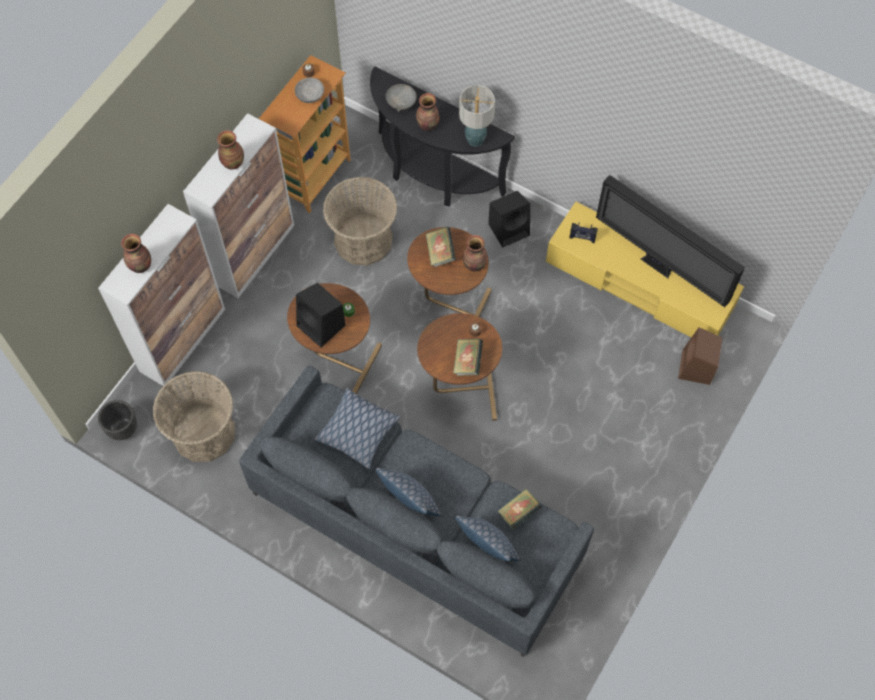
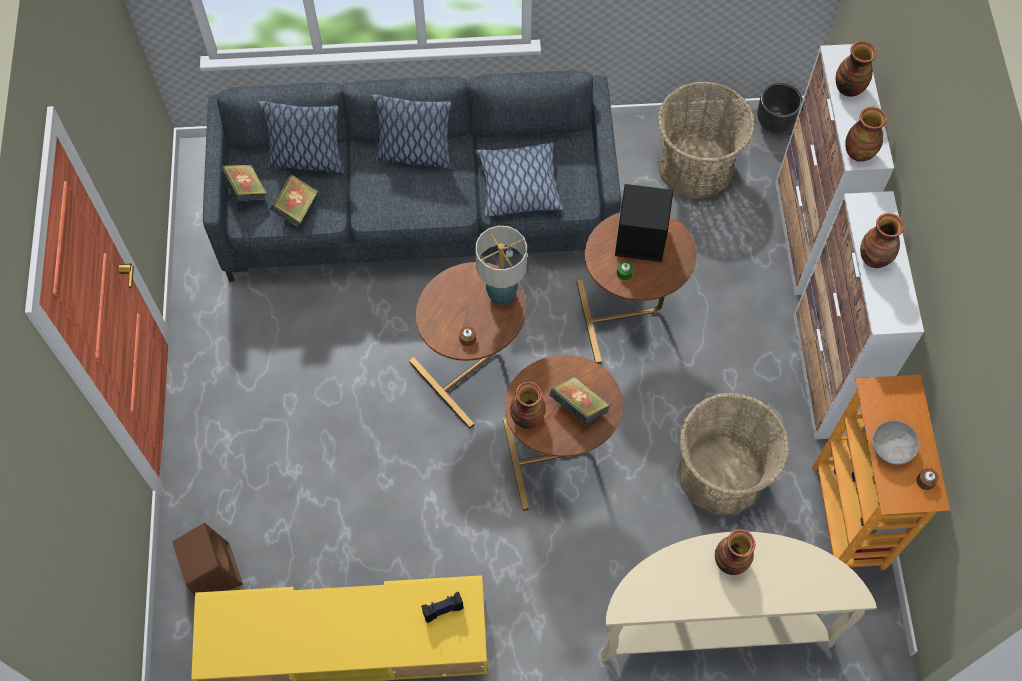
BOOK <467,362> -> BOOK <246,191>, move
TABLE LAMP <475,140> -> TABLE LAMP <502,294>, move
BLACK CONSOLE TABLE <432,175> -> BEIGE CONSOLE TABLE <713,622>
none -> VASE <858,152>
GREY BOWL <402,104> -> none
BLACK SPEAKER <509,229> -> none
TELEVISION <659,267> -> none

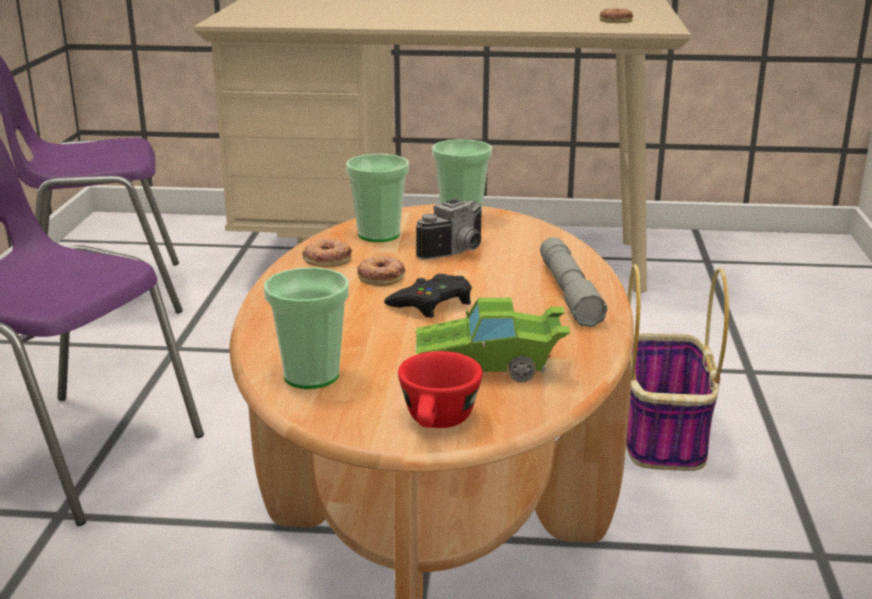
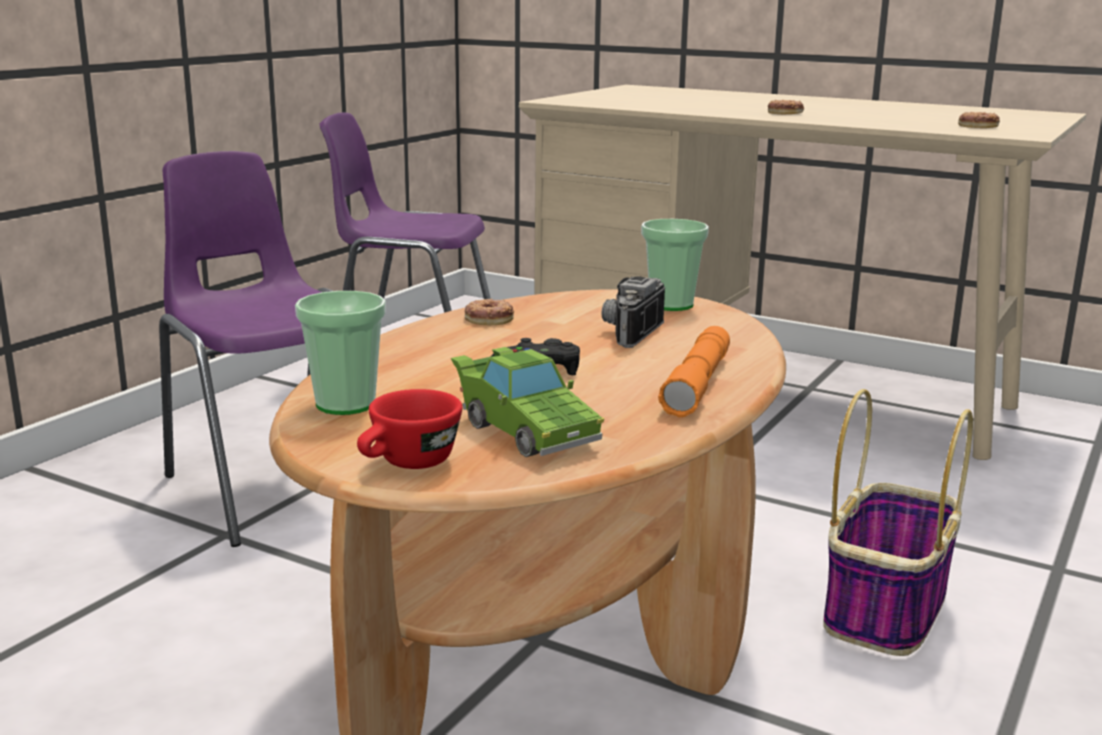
GREEN TOY CAR <489,367> -> GREEN TOY CAR <523,430>, 150 degrees counterclockwise
PHOTO CAMERA <459,252> -> PHOTO CAMERA <627,333>, 135 degrees clockwise
GREY FLASHLIGHT <569,292> -> ORANGE FLASHLIGHT <697,384>
DONUT <381,276> -> DONUT <785,112>, move
CUP <379,235> -> none

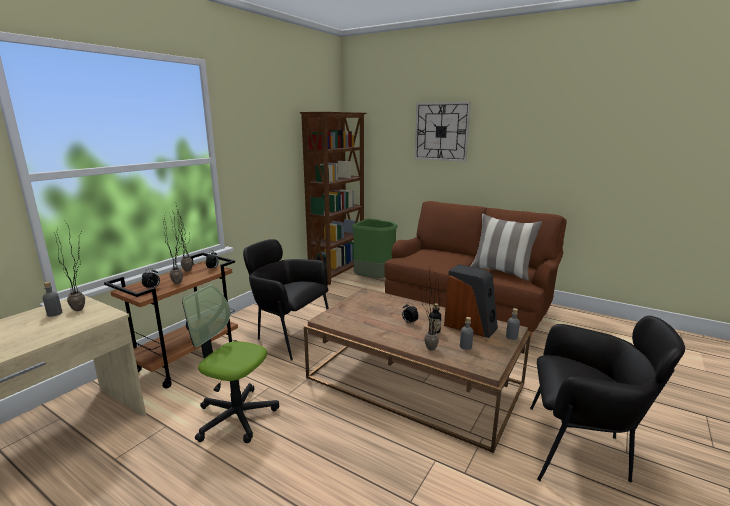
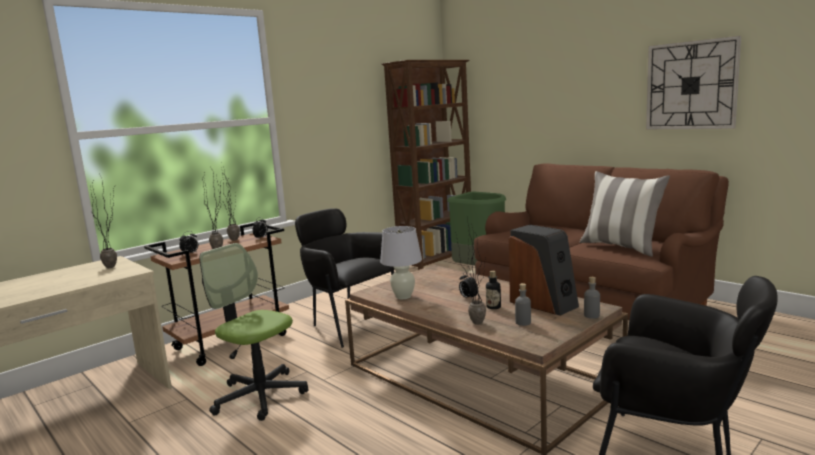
none -> WHITE TABLE LAMP <403,297>
WALL CLOCK <441,131> -> WALL CLOCK <691,85>, move
GREY BOTTLE <54,313> -> none

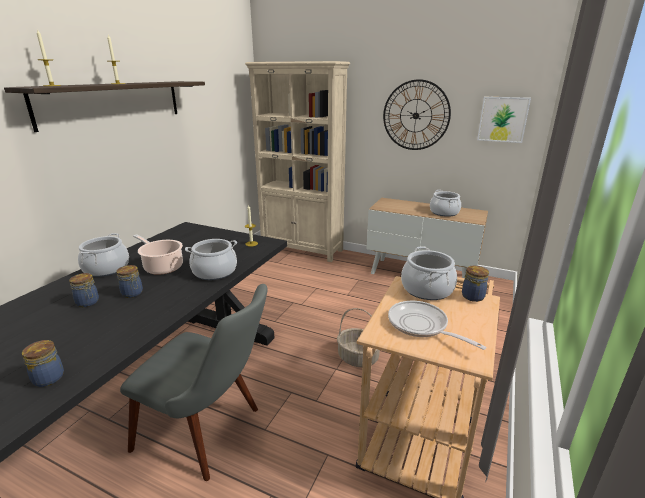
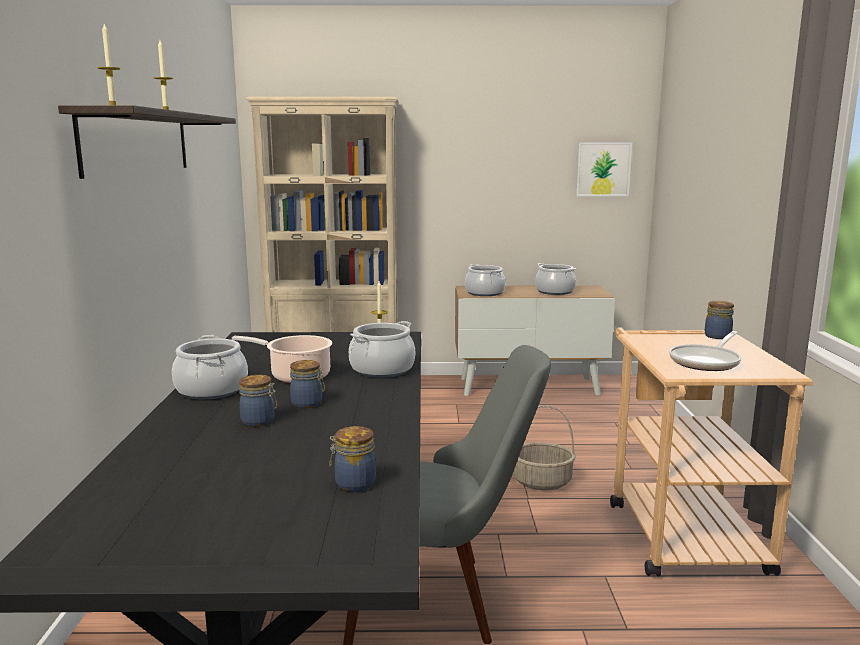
COOKING POT <427,289> -> COOKING POT <485,293>, move
FRYING PAN <421,326> -> FRYING PAN <707,362>, 75 degrees counterclockwise
WALL CLOCK <415,115> -> none

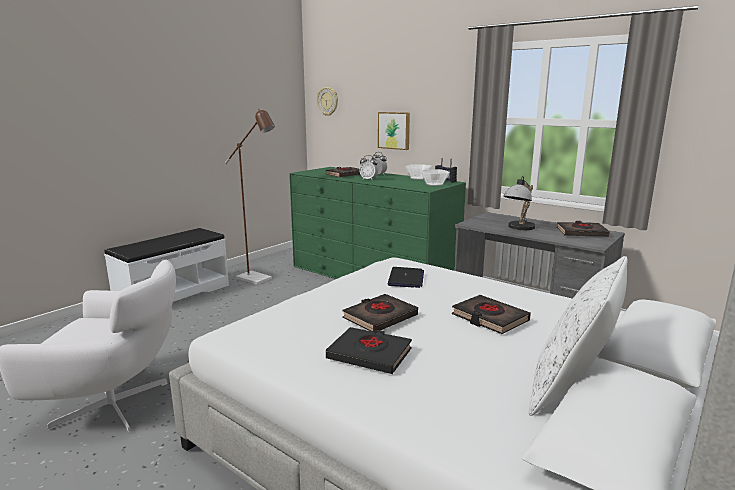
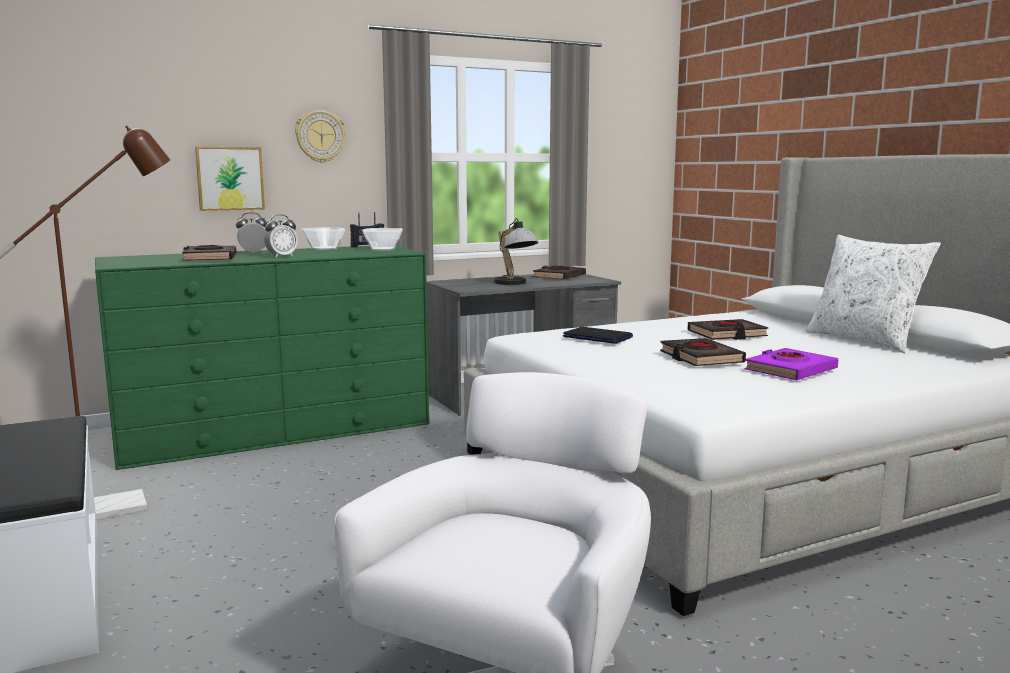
WALL CLOCK <328,101> -> WALL CLOCK <320,136>, move
BLACK BOOK <369,355> -> PURPLE BOOK <790,370>

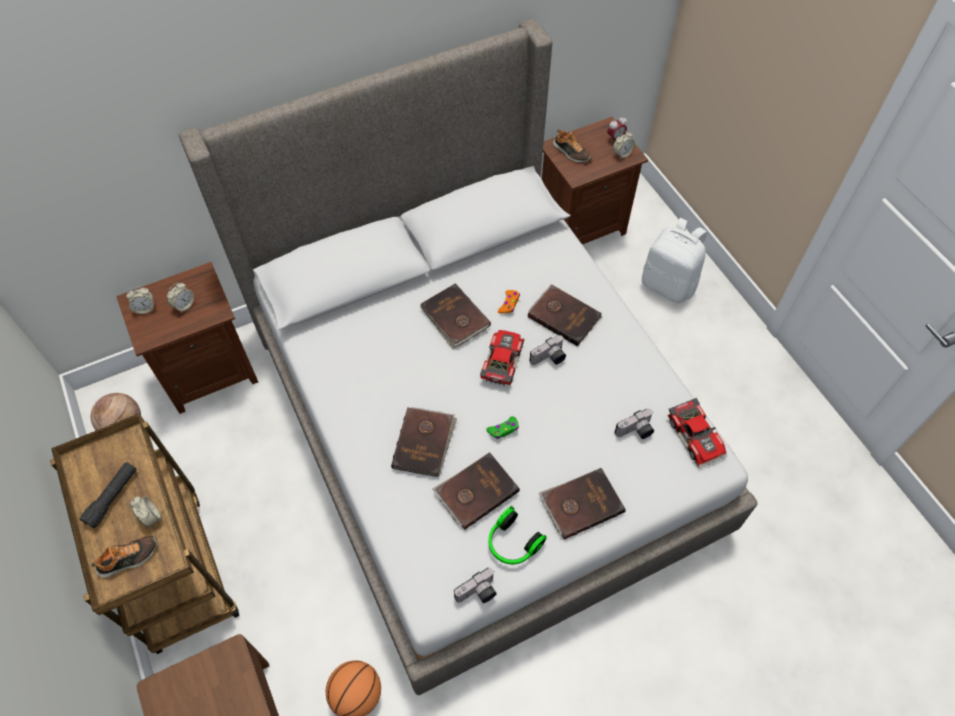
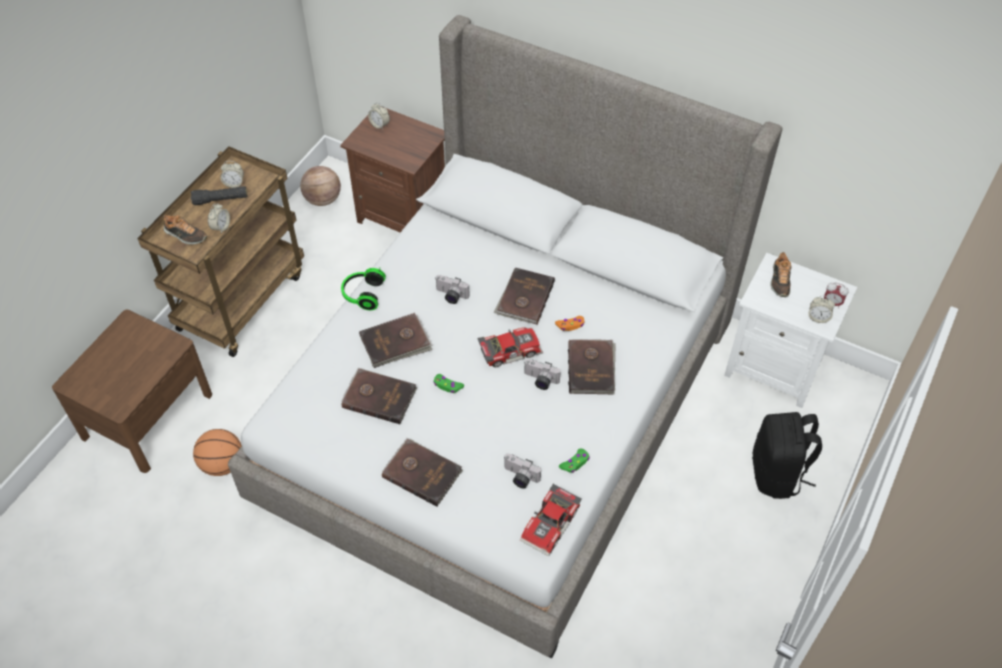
ALARM CLOCK <184,305> -> ALARM CLOCK <234,183>, move
HEADPHONES <512,544> -> HEADPHONES <362,294>, move
PHOTO CAMERA <477,594> -> PHOTO CAMERA <450,296>, move
none -> GREEN GAME CONTROLLER <575,463>
BROWN NIGHTSTAND <580,226> -> WHITE NIGHTSTAND <774,367>
WHITE BACKPACK <668,284> -> BLACK BACKPACK <777,474>

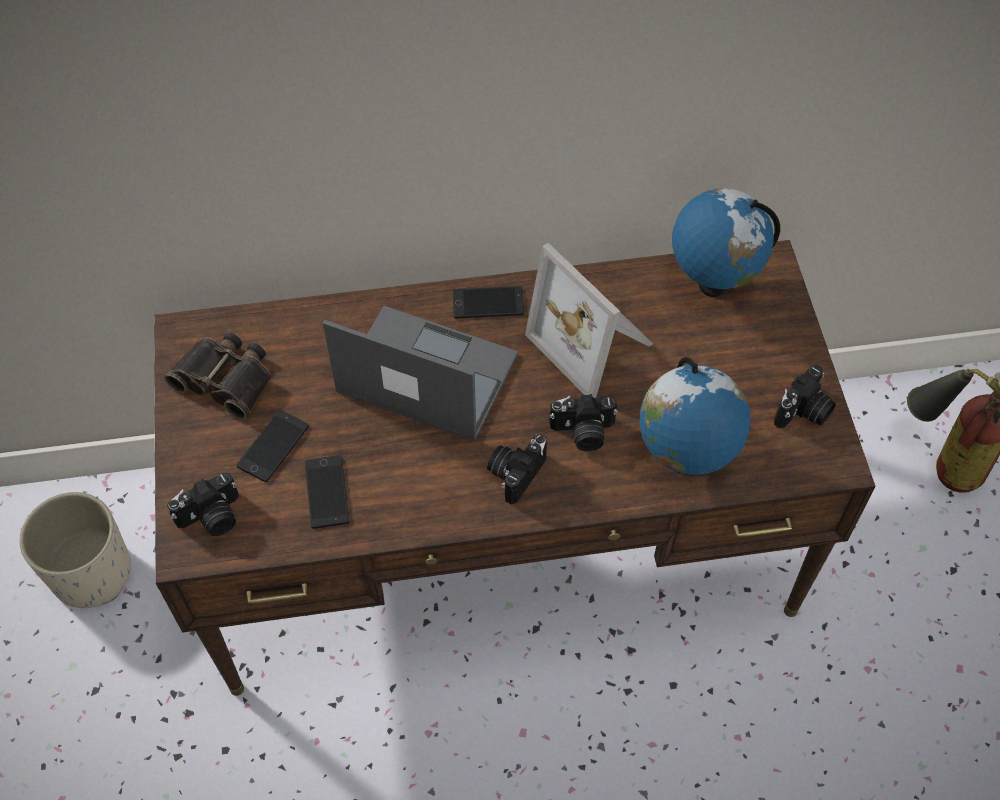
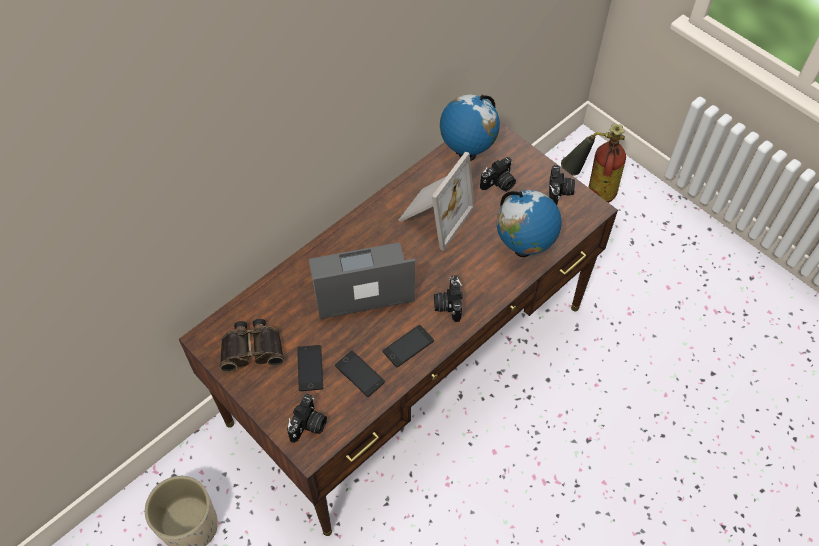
PHONE <488,303> -> PHONE <408,346>, move
PICTURE FRAME <594,342> -> PICTURE FRAME <433,215>, 75 degrees counterclockwise
PHOTO CAMERA <583,433> -> PHOTO CAMERA <499,184>, move

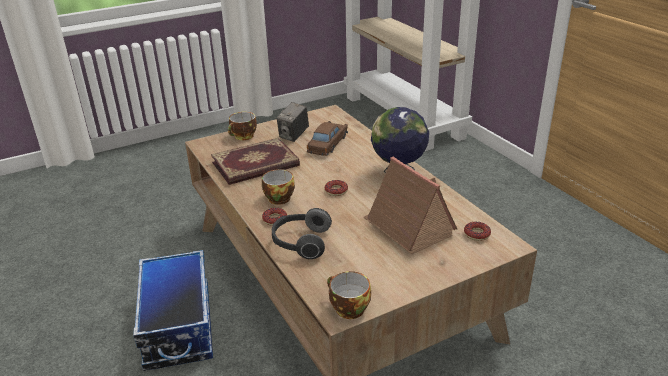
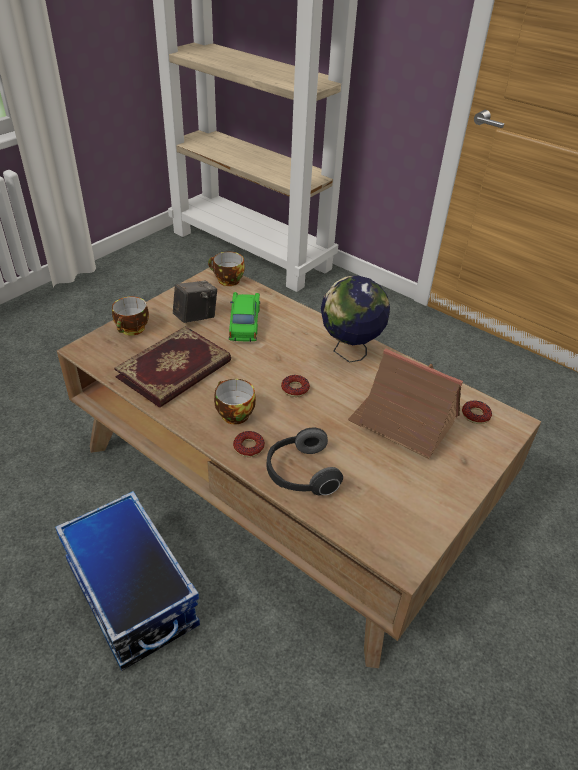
PHOTO CAMERA <294,136> -> PHOTO CAMERA <195,317>, 135 degrees counterclockwise
CUP <347,309> -> CUP <227,280>, move
BROWN TOY CAR <327,144> -> GREEN TOY CAR <244,323>

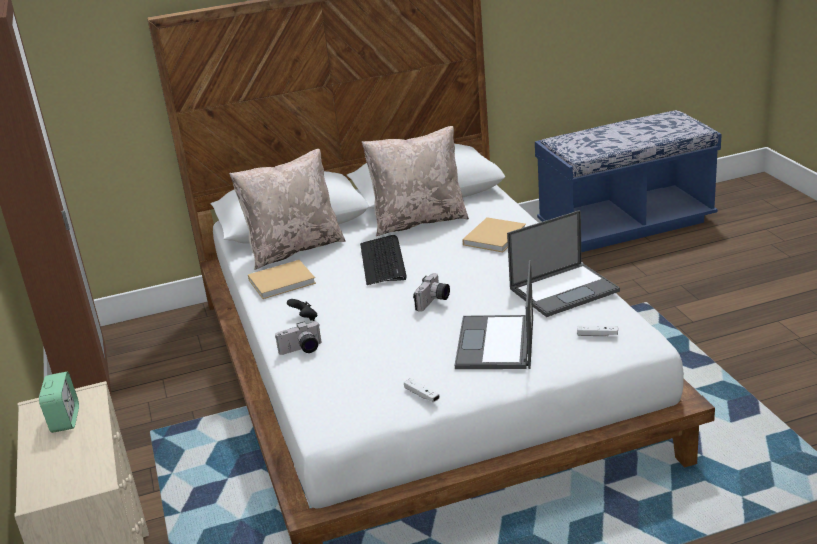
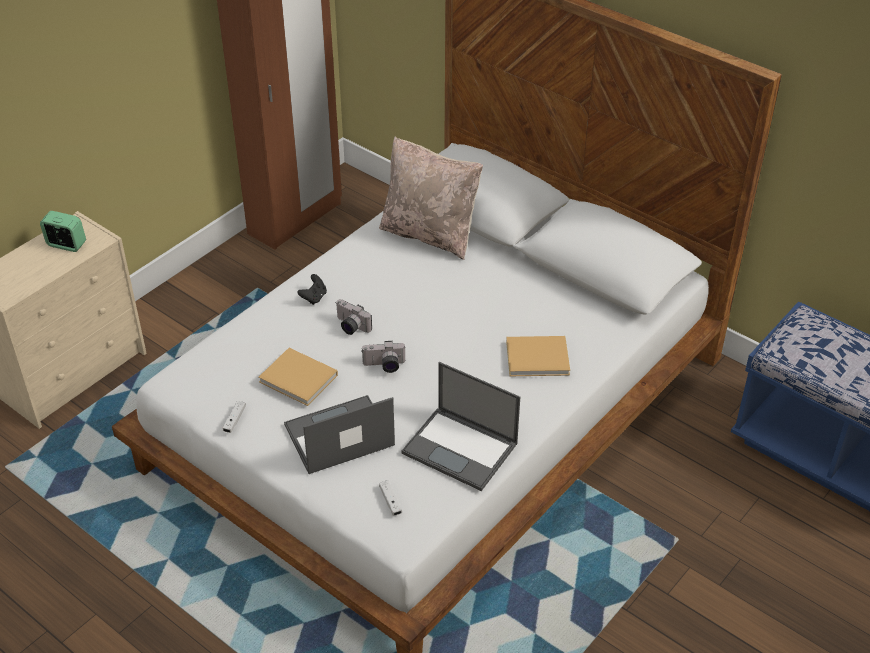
ALARM CLOCK <65,420> -> ALARM CLOCK <66,245>, 120 degrees counterclockwise
BEIGE BOOK <284,281> -> BEIGE BOOK <300,379>, move
PHOTO CAMERA <302,350> -> PHOTO CAMERA <350,326>, move
KEYBOARD <383,261> -> none
BEIGE PILLOW <419,221> -> none

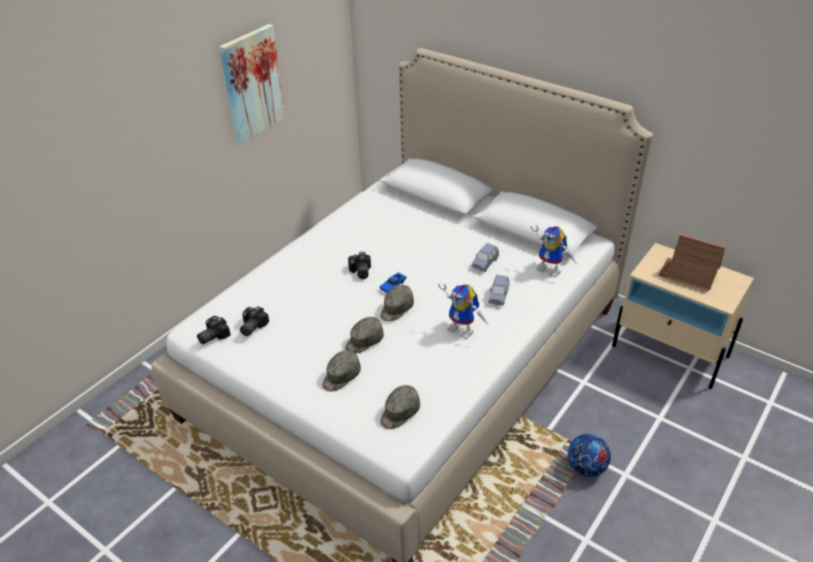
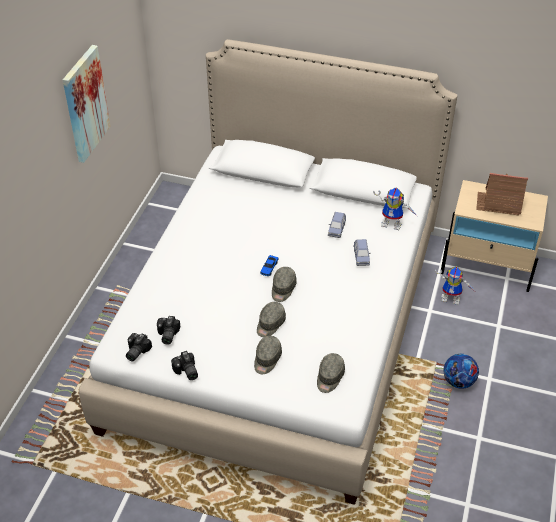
PHOTO CAMERA <360,272> -> PHOTO CAMERA <186,372>, move
TOY ROBOT <464,329> -> TOY ROBOT <452,298>, move

